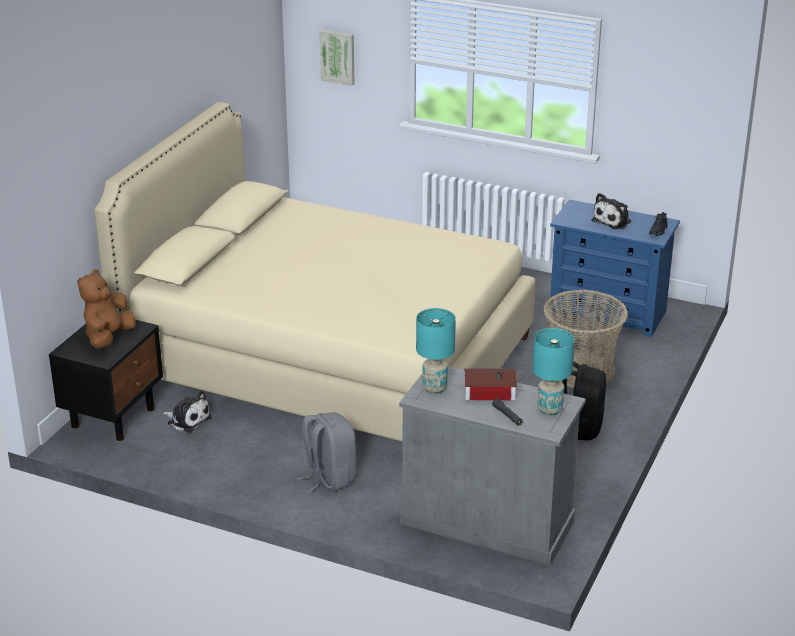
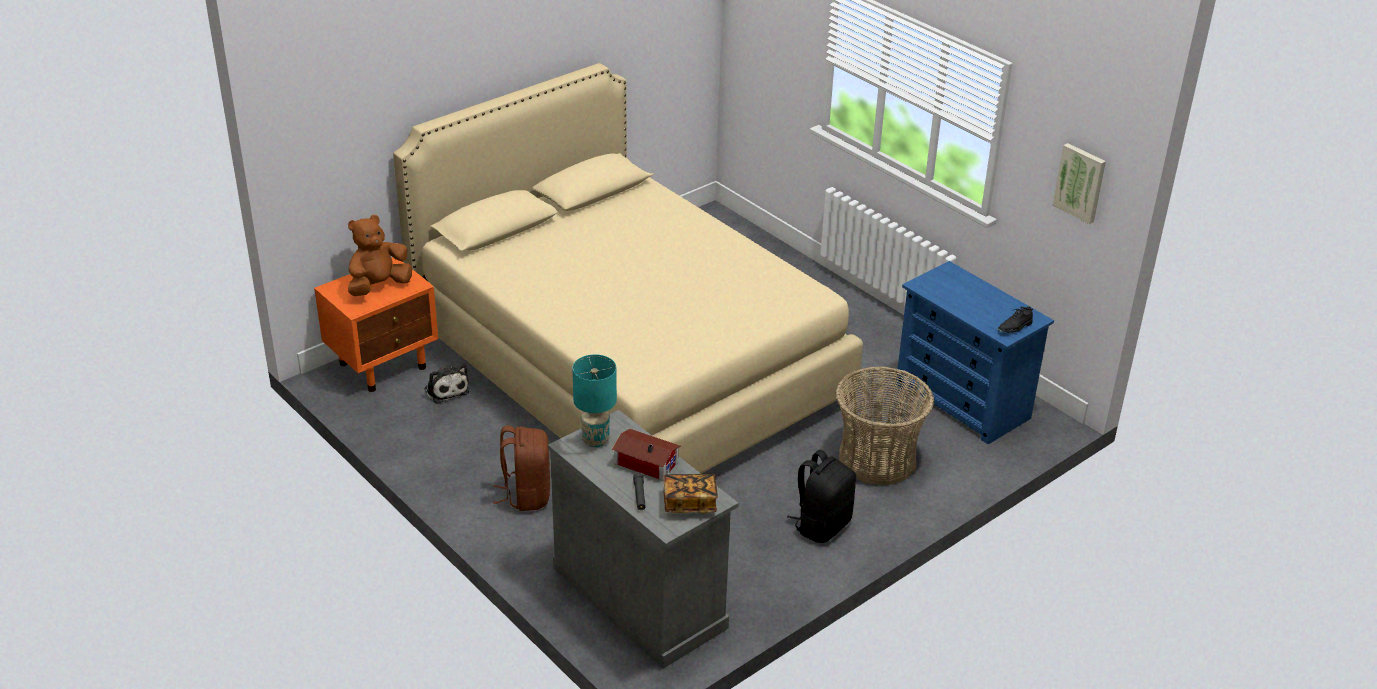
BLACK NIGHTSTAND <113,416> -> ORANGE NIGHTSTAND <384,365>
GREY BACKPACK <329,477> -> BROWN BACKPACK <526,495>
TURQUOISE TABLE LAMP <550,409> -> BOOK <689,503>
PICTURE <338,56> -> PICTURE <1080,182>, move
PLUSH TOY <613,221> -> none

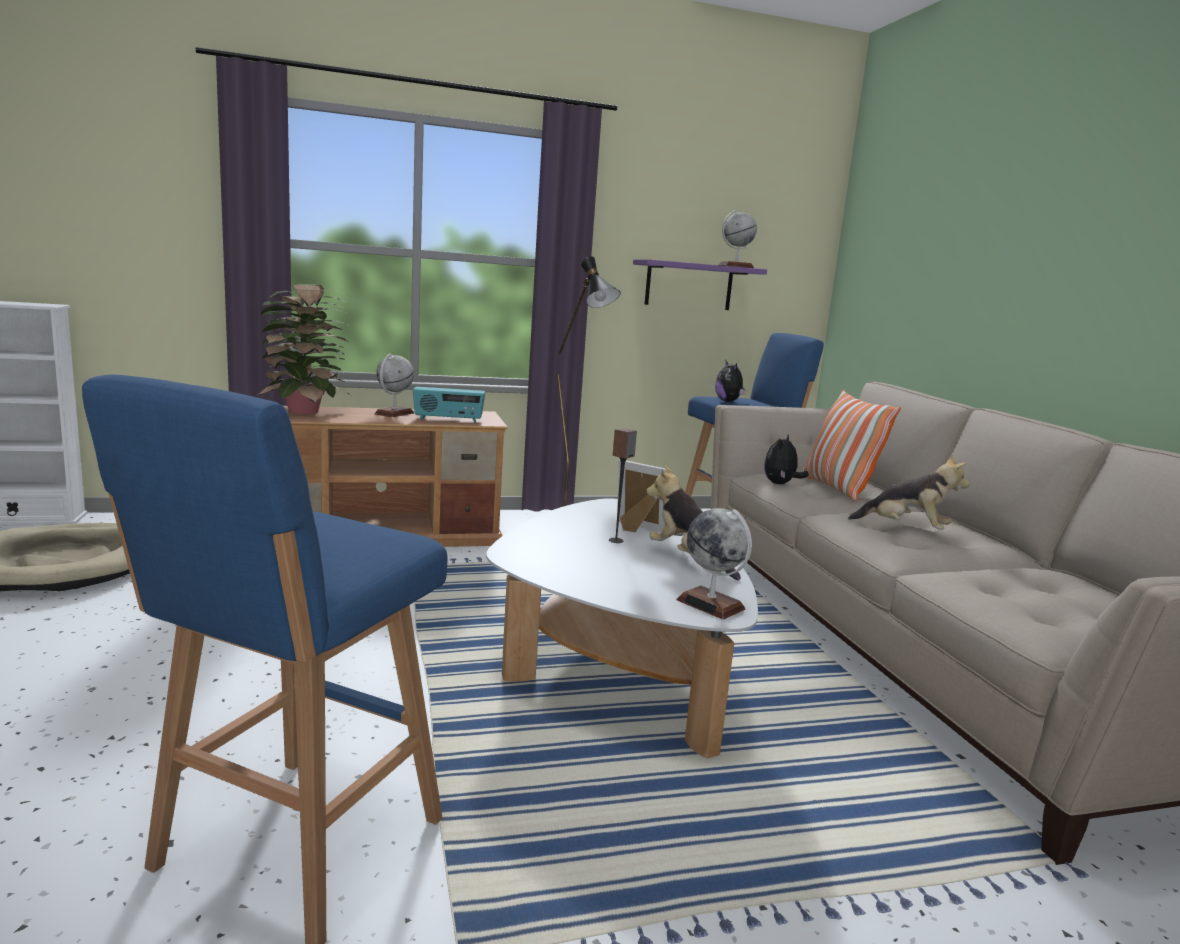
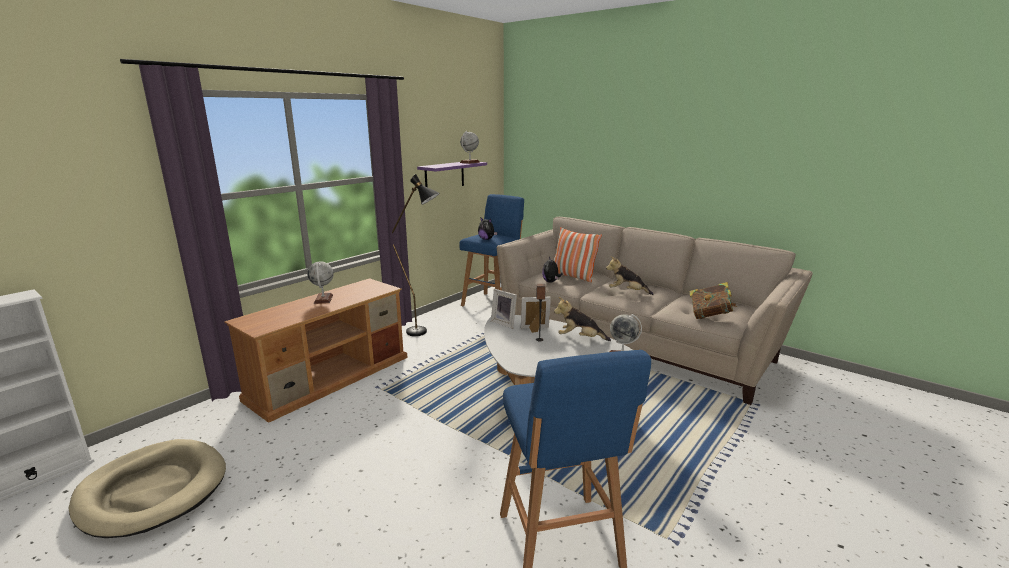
none -> PICTURE FRAME <505,323>
PLUSH TOY <905,529> -> PLUSH TOY <627,292>, 150 degrees counterclockwise
none -> BOOK <709,316>
POTTED PLANT <304,412> -> none
RADIO <448,420> -> none

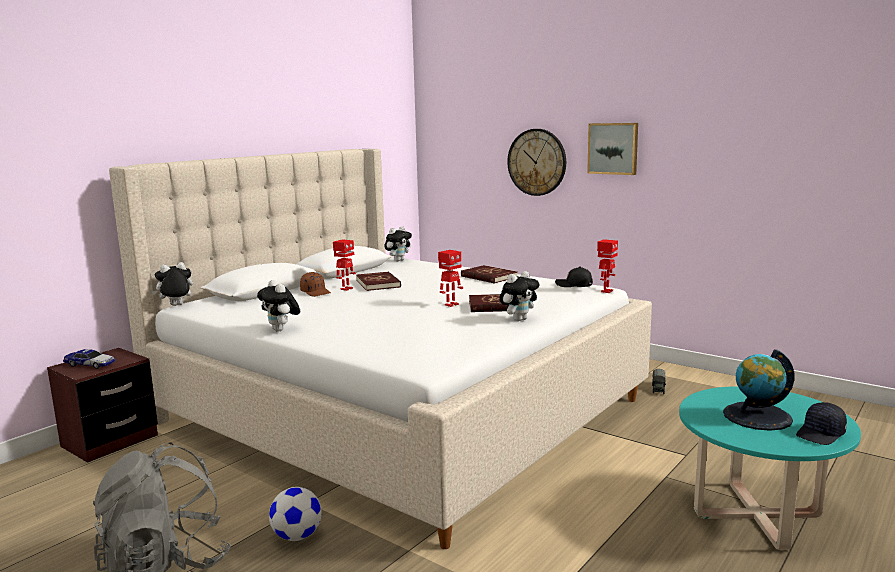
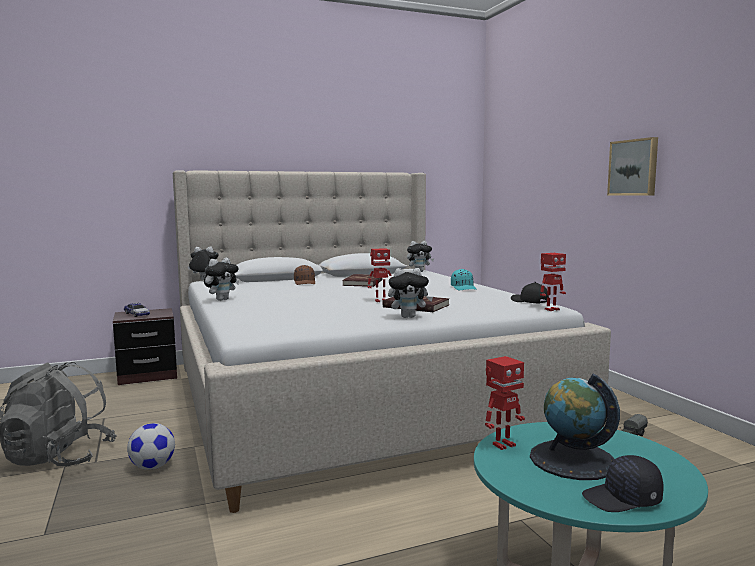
PLUSH TOY <281,330> -> PLUSH TOY <222,299>, 135 degrees counterclockwise
RED BOOK <488,277> -> TURQUOISE CAP <464,288>
TOY ROBOT <346,289> -> TOY ROBOT <502,445>, move
WALL CLOCK <537,162> -> none

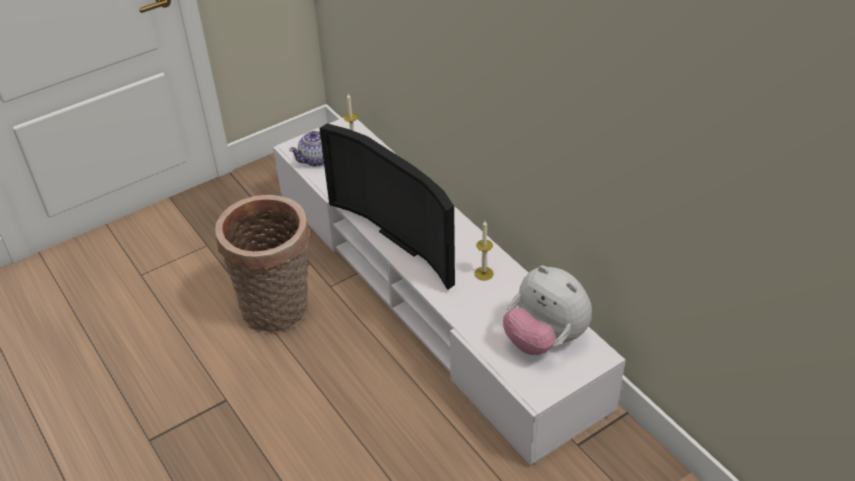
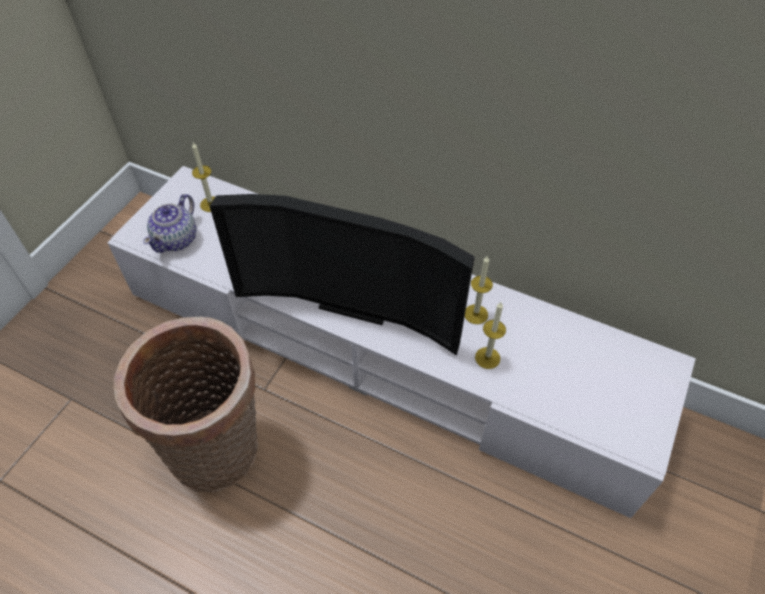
none -> CANDLE <487,358>
PLUSH TOY <544,339> -> none

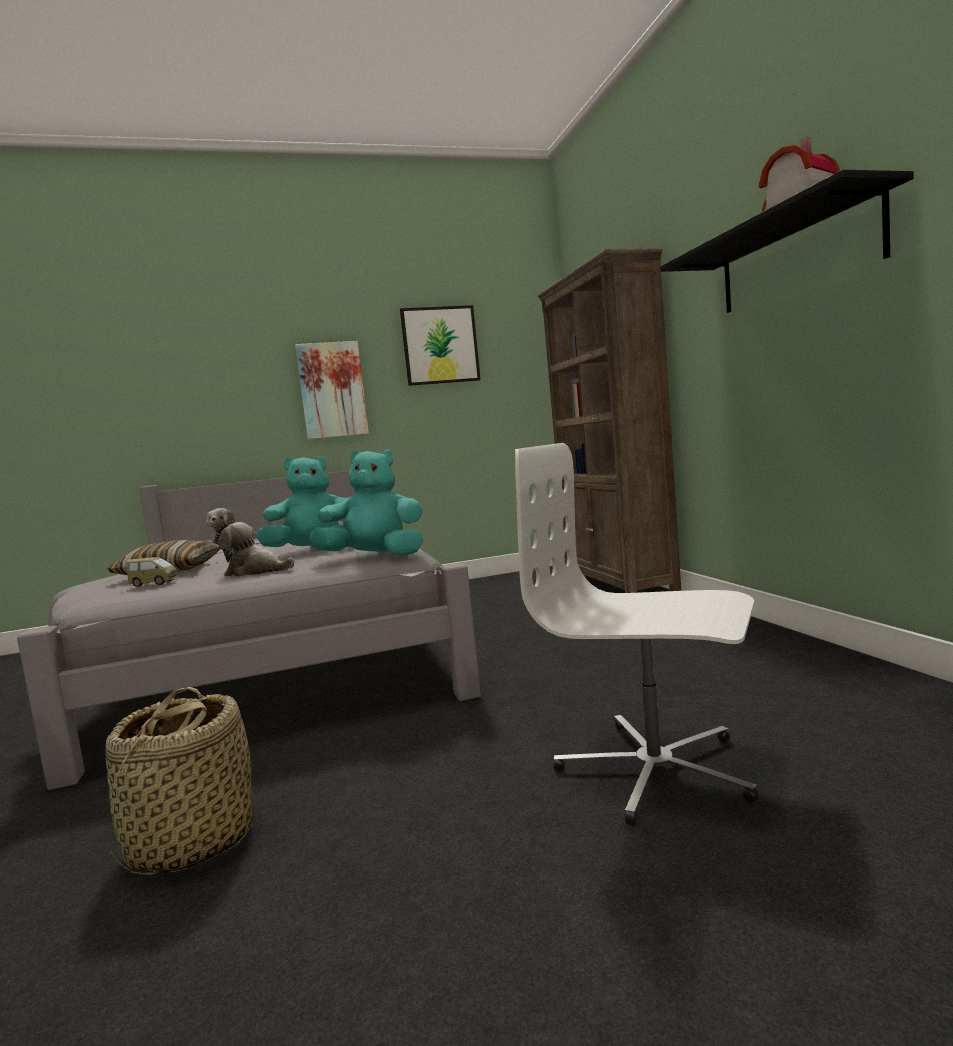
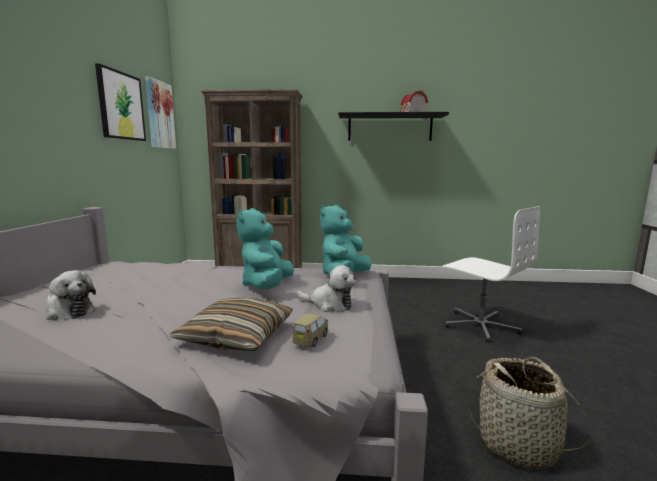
PICTURE <332,390> -> PICTURE <160,115>, move
PLUSH TOY <256,571> -> PLUSH TOY <329,304>, 105 degrees counterclockwise
WHITE OFFICE CHAIR <655,770> -> WHITE OFFICE CHAIR <480,325>, 90 degrees counterclockwise

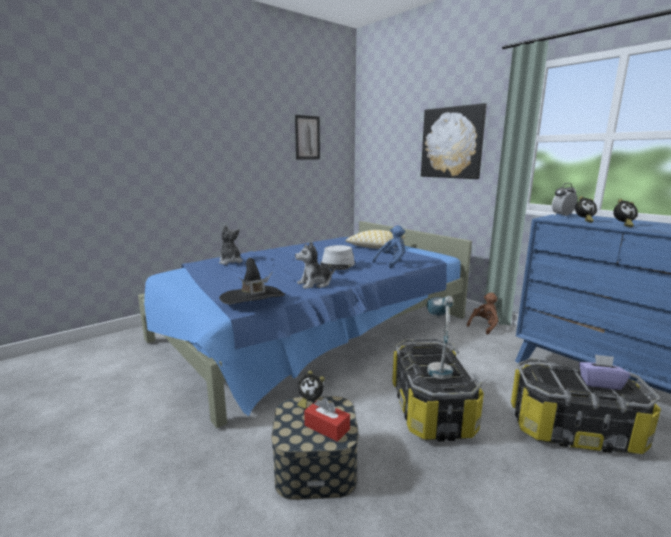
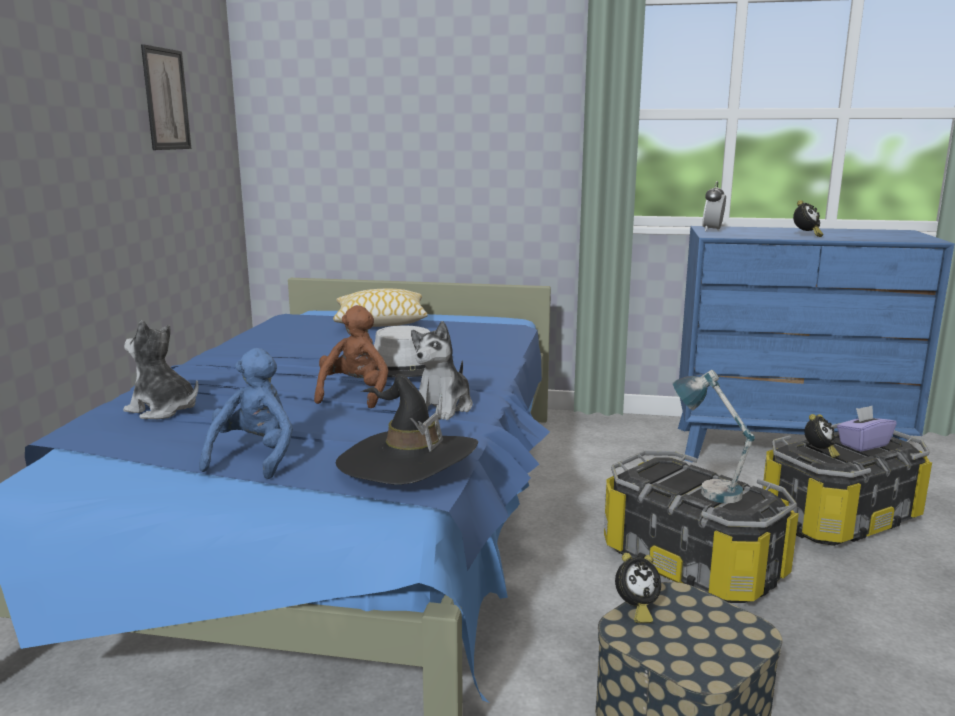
BLUE PLUSH TOY <391,263> -> BLUE PLUSH TOY <254,457>, move
BROWN PLUSH TOY <484,326> -> BROWN PLUSH TOY <354,394>, move
ALARM CLOCK <583,221> -> ALARM CLOCK <819,453>, move
RED TISSUE BOX <327,427> -> none
PICTURE <452,143> -> none

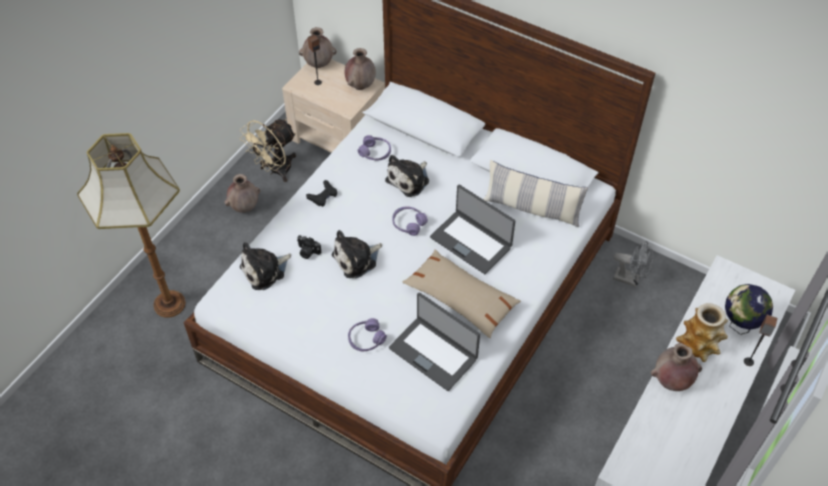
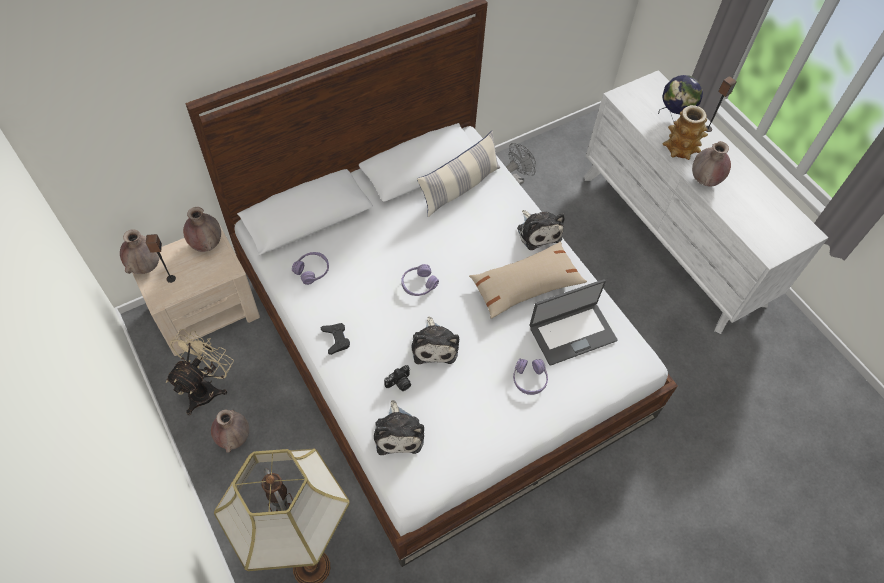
BEIGE FAN <275,170> -> BEIGE FAN <207,387>, 135 degrees counterclockwise
PLUSH TOY <409,180> -> PLUSH TOY <538,231>, move
LAPTOP <471,242> -> none

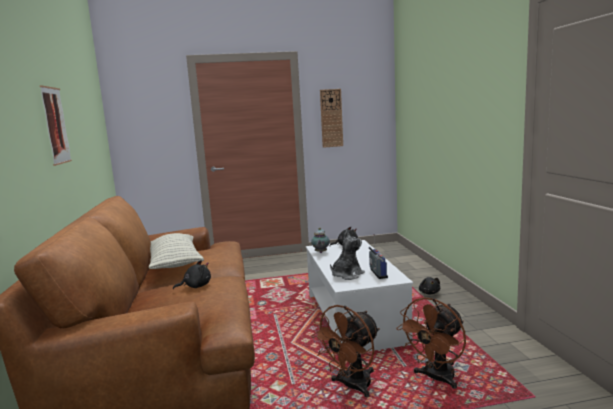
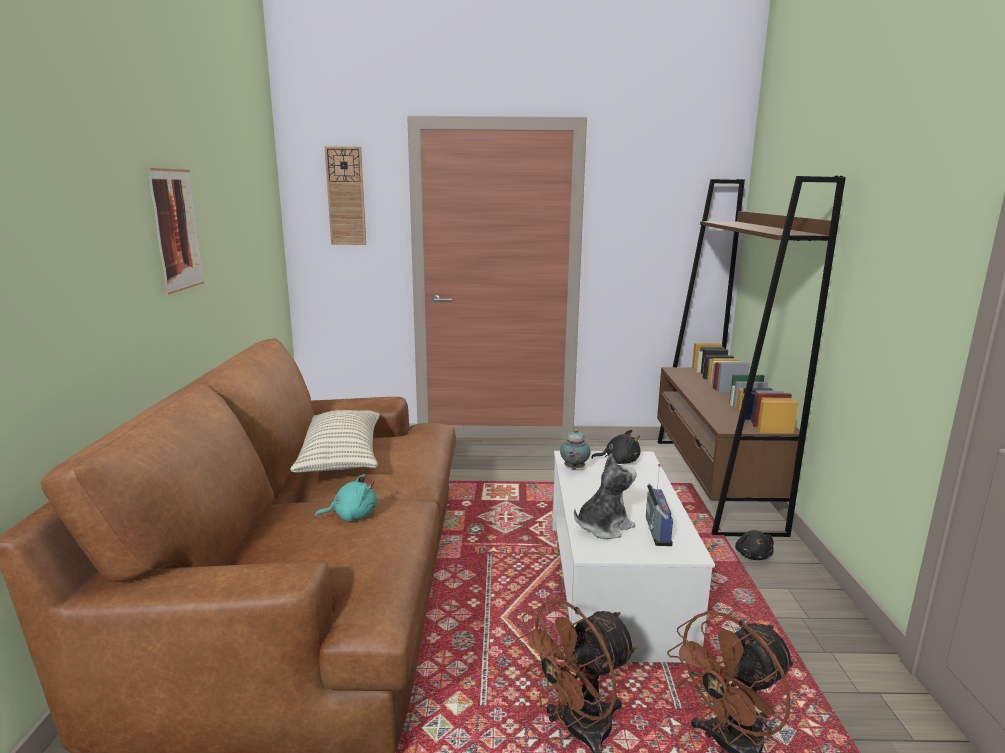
BLACK PLUSH TOY <195,286> -> TURQUOISE PLUSH TOY <352,515>
WALL CLOCK <331,118> -> WALL CLOCK <346,196>, move
none -> BROWN BOOKCASE <713,482>

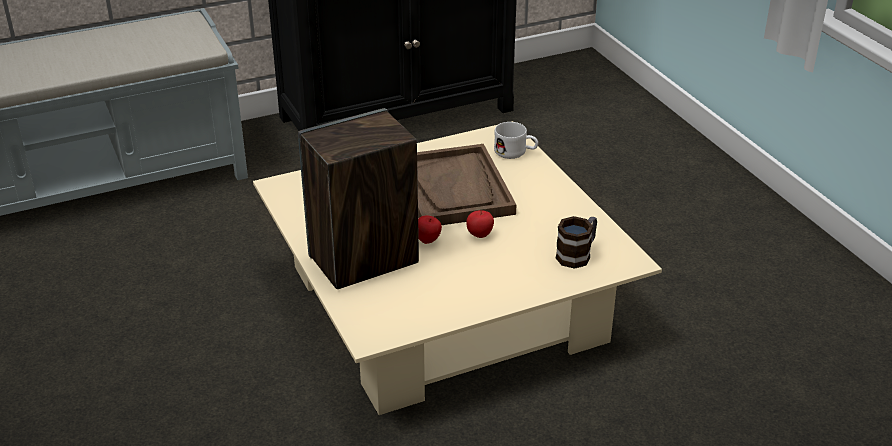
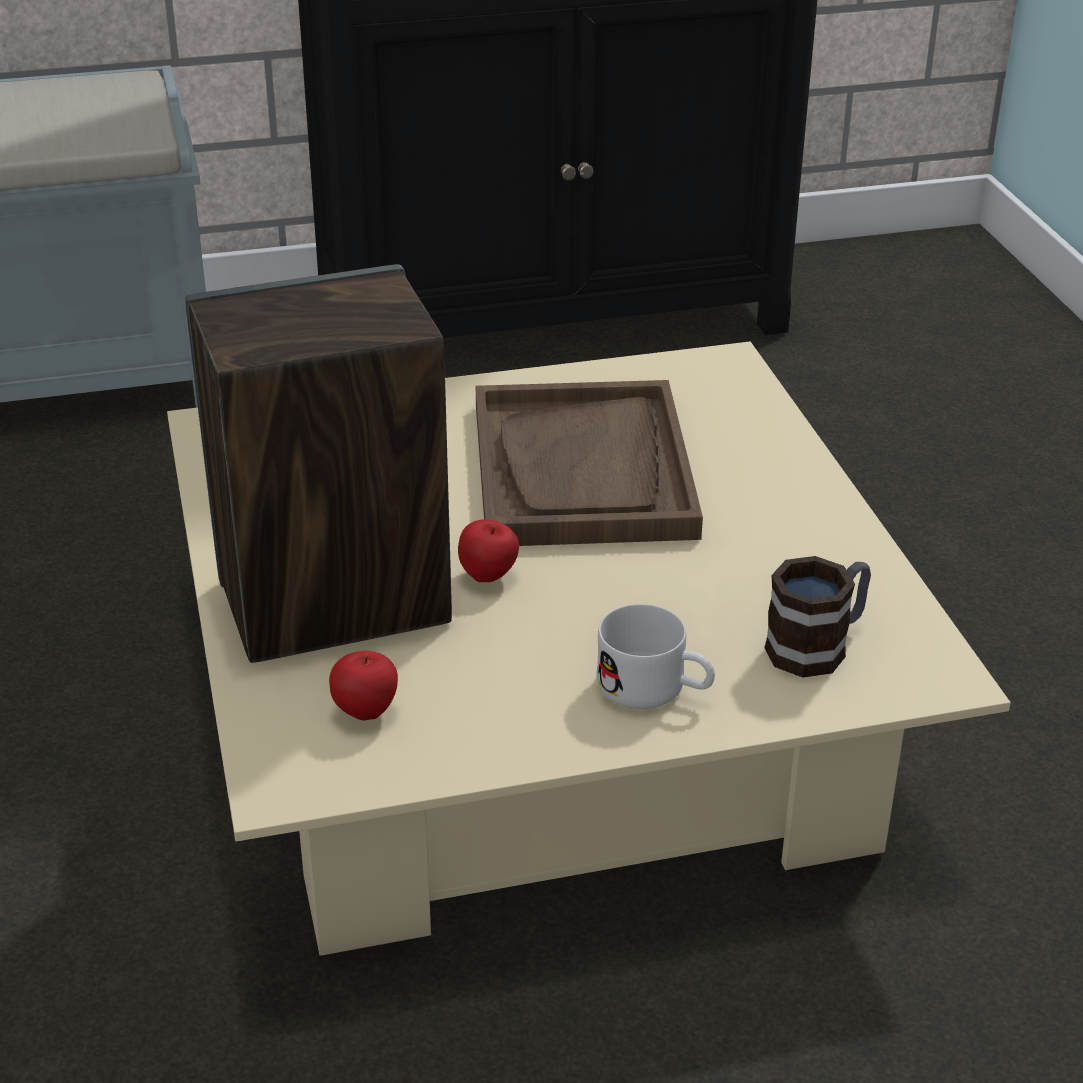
APPLE <479,235> -> APPLE <365,712>, move
WHITE MUG <515,152> -> WHITE MUG <655,689>, move

